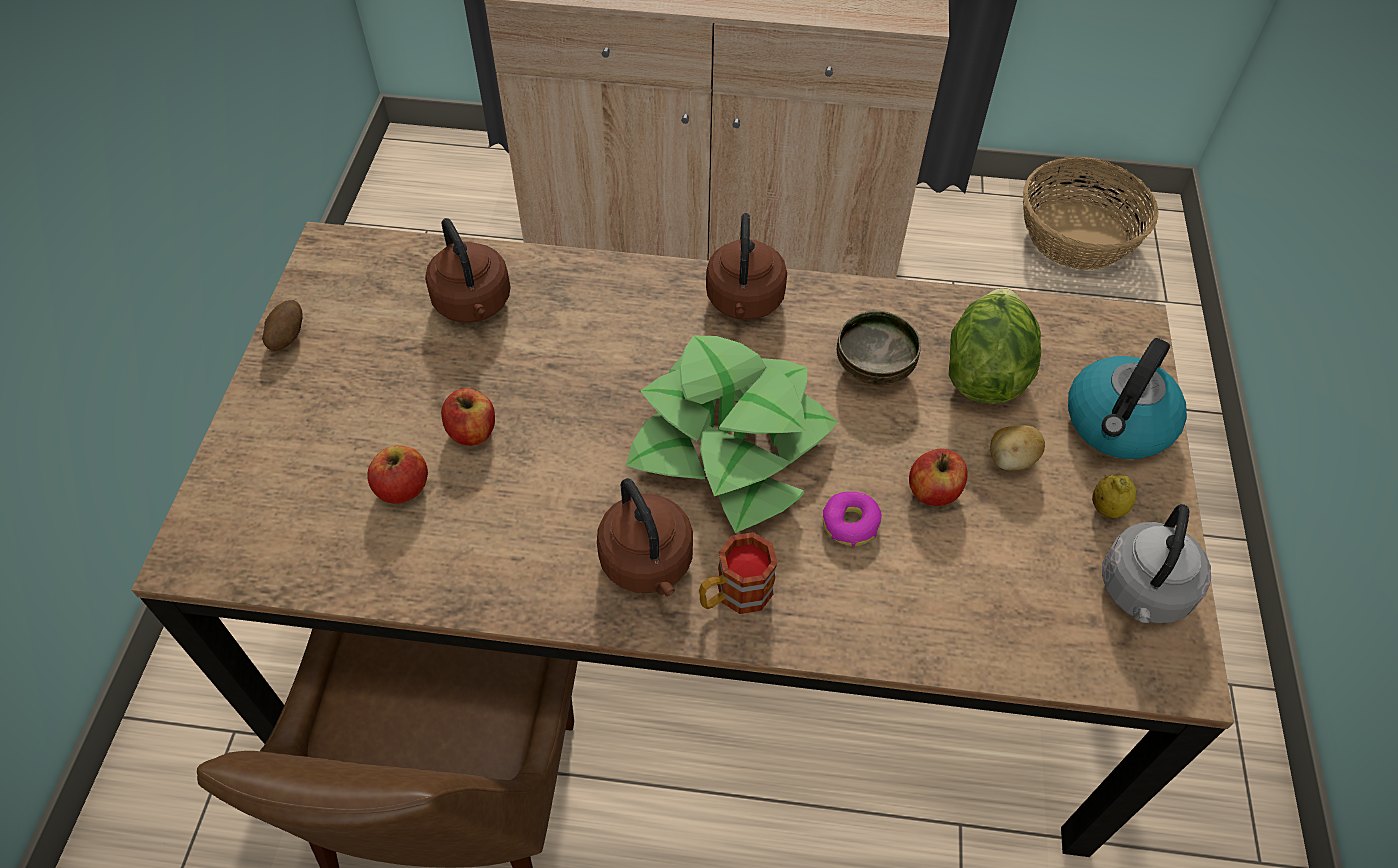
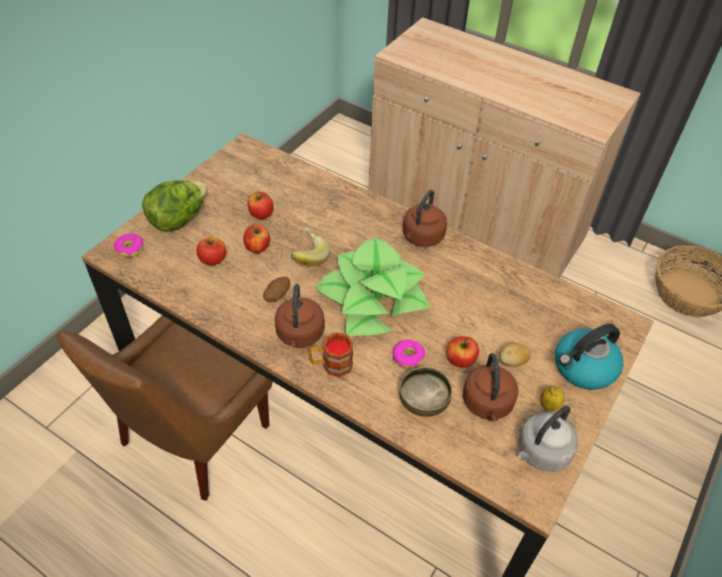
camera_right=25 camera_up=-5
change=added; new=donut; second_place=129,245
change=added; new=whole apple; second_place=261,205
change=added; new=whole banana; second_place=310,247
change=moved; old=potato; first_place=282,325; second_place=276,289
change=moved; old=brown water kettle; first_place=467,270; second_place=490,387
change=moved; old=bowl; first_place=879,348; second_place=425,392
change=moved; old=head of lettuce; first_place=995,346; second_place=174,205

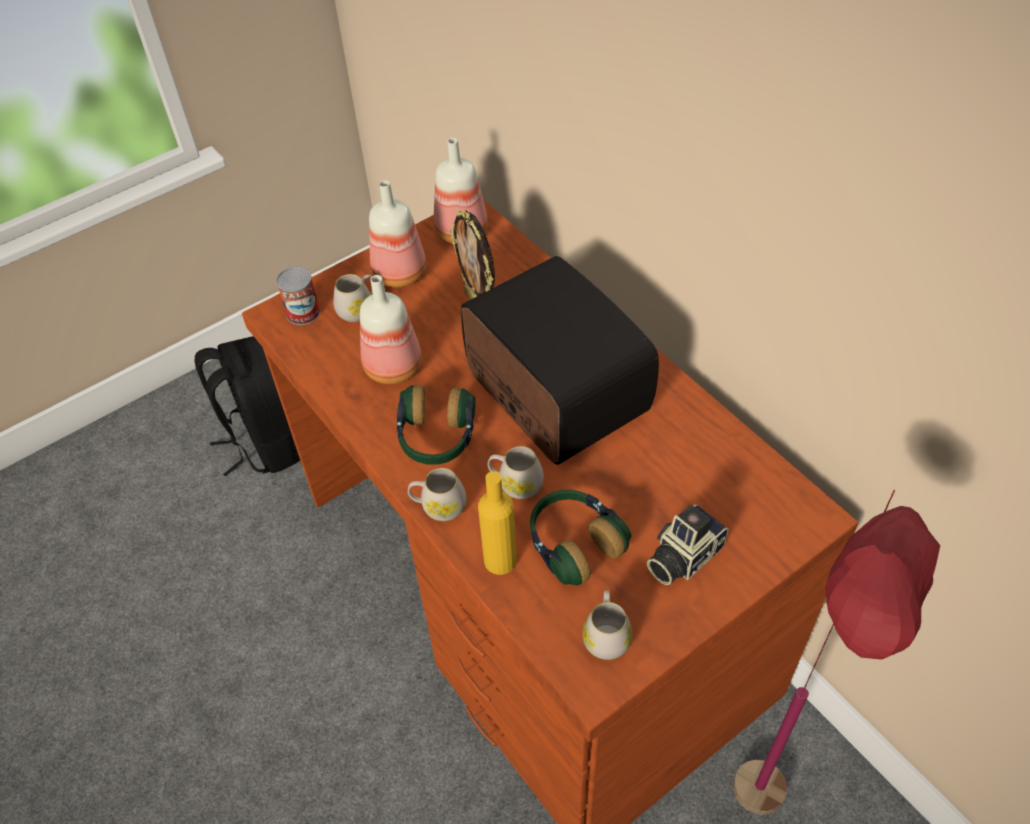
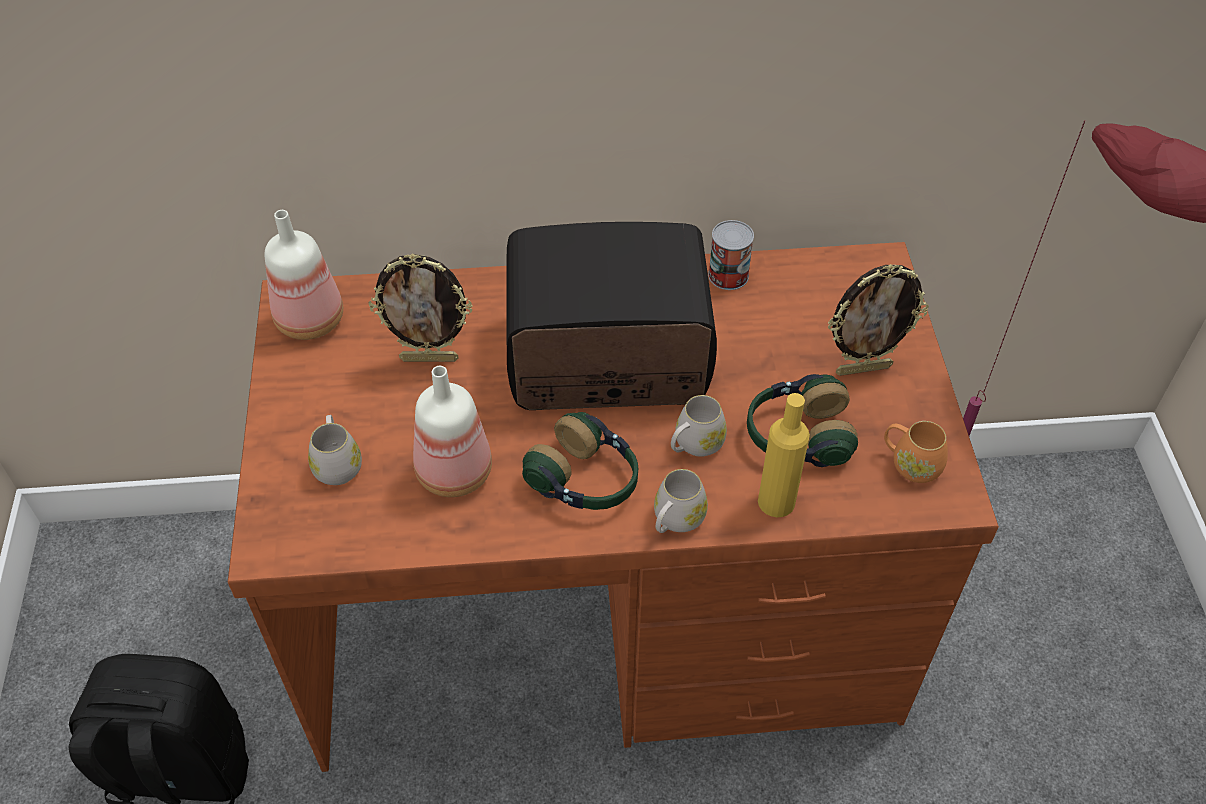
camera_right=-60 camera_up=0
change=removed; old=bottle; first_place=397,233
change=moved; old=metal can; first_place=298,296; second_place=731,255
change=replaced; old=still camera; new=photo frame; first_place=687,544; second_place=878,320
change=recoloured; old=whitish coffee mug; new=orangey coffee mug; first_place=607,625; second_place=916,452

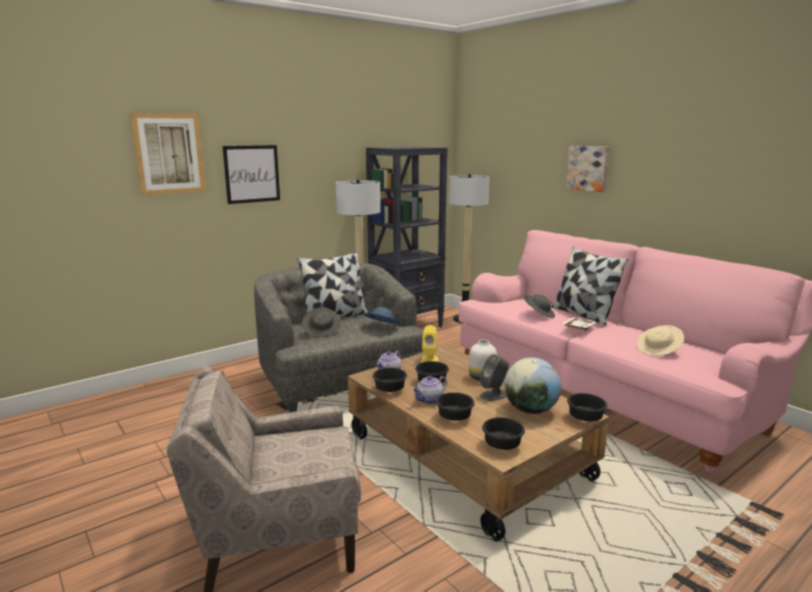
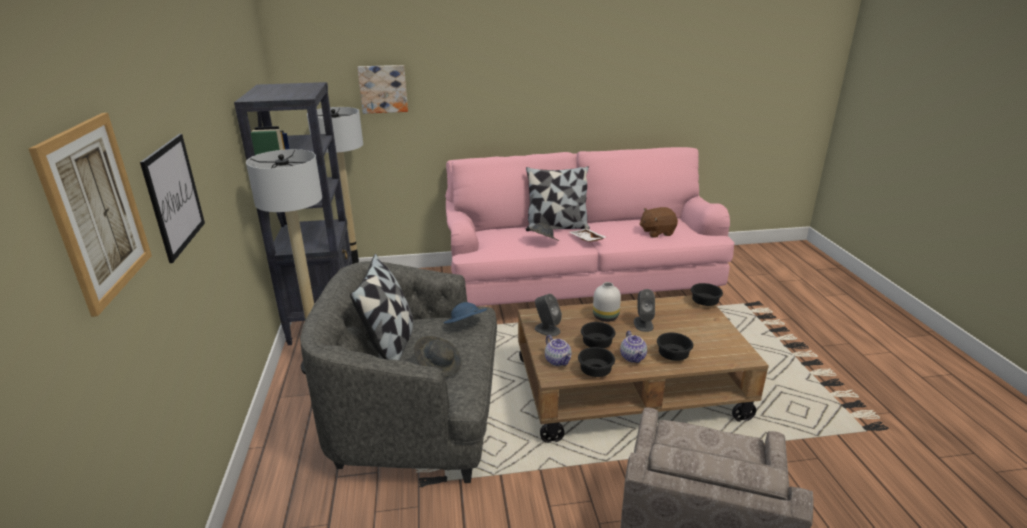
camera_right=-60 camera_up=10
change=removed; old=blackish bowl; first_place=503,433
change=removed; old=globe; first_place=532,385
change=moved; old=wall art; first_place=587,169; second_place=382,89
change=replaced; old=beige hat; new=brown cuddly toy; first_place=660,340; second_place=659,222
change=recoloured; old=yellowish audio speaker; new=grey audio speaker; first_place=430,344; second_place=548,315

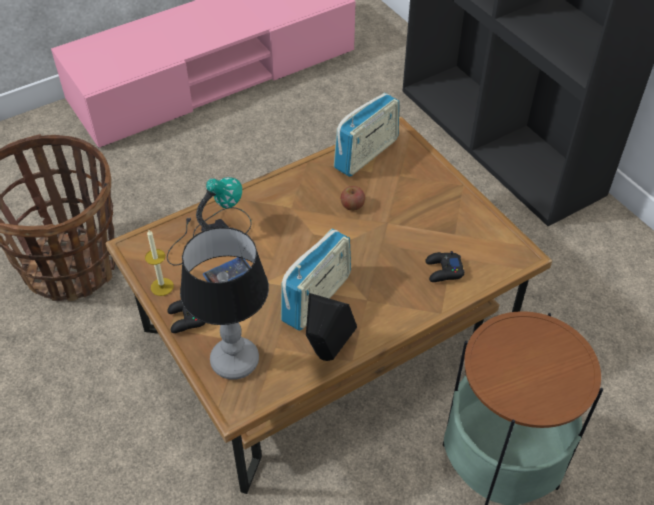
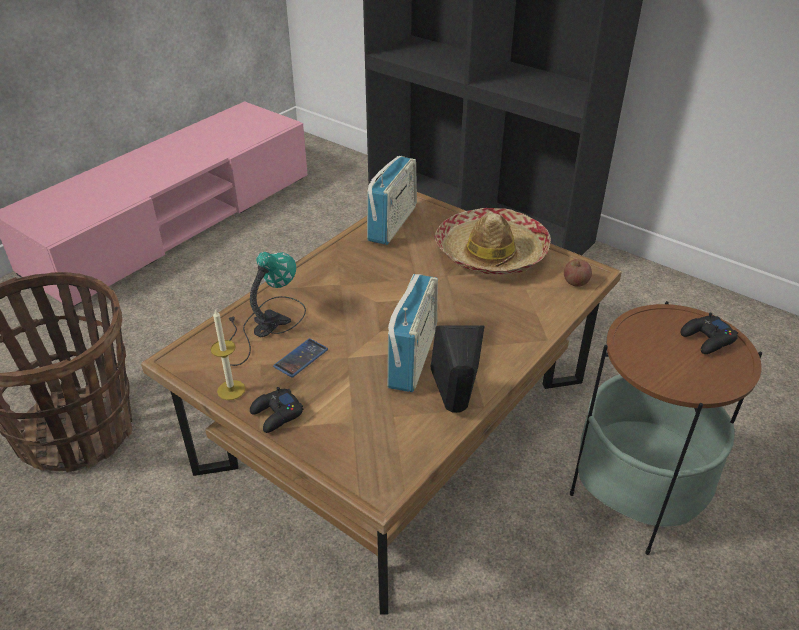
camera_right=-20 camera_up=-10
change=removed; old=table lamp; first_place=224,303
change=added; new=hat; second_place=493,241
change=moved; old=whole apple; first_place=353,198; second_place=578,273
change=moved; old=blackish gamepad; first_place=445,266; second_place=709,333

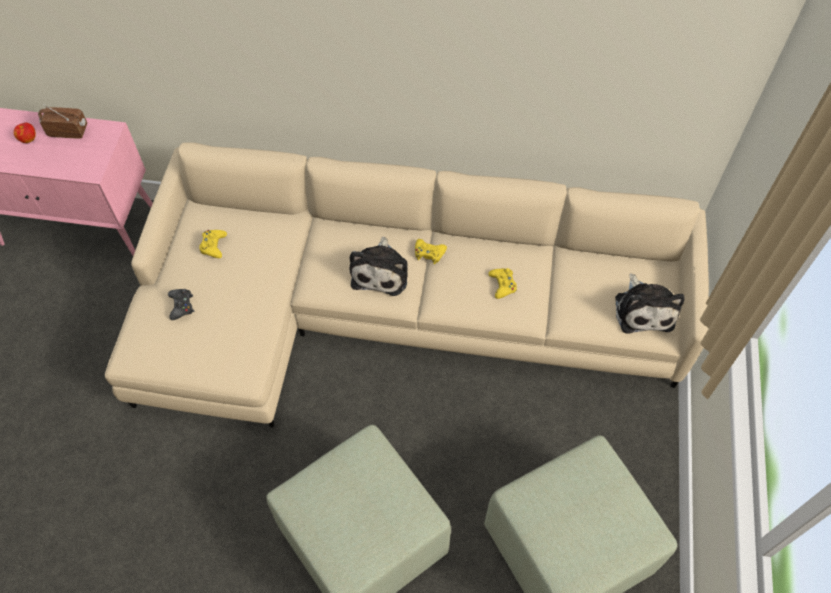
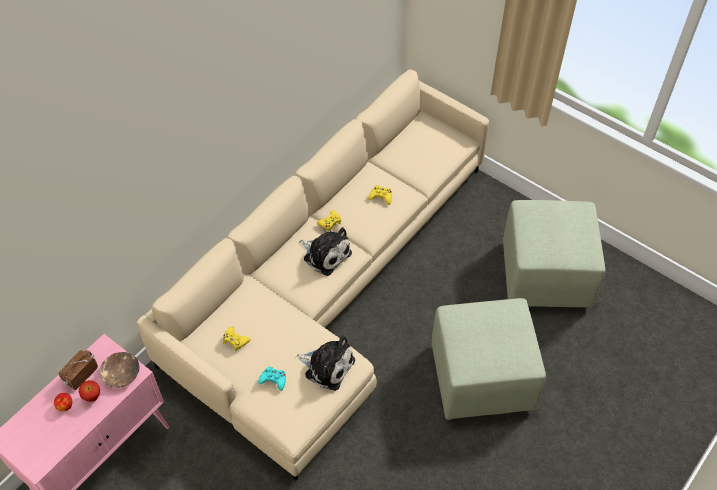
camera_right=-60 camera_up=-5
change=added; new=whole apple; second_place=89,391
change=added; new=brown bowl; second_place=119,370
change=moved; old=cuddly toy; first_place=649,303; second_place=326,363
change=recoloured; old=blackish gamepad; new=blue-green gamepad; first_place=181,304; second_place=272,379

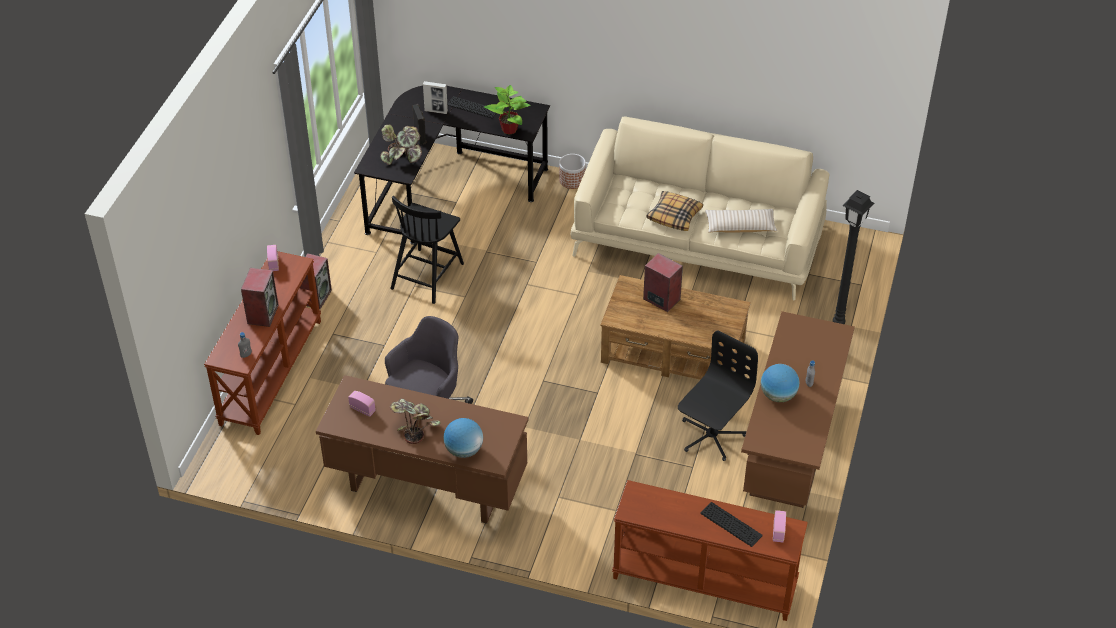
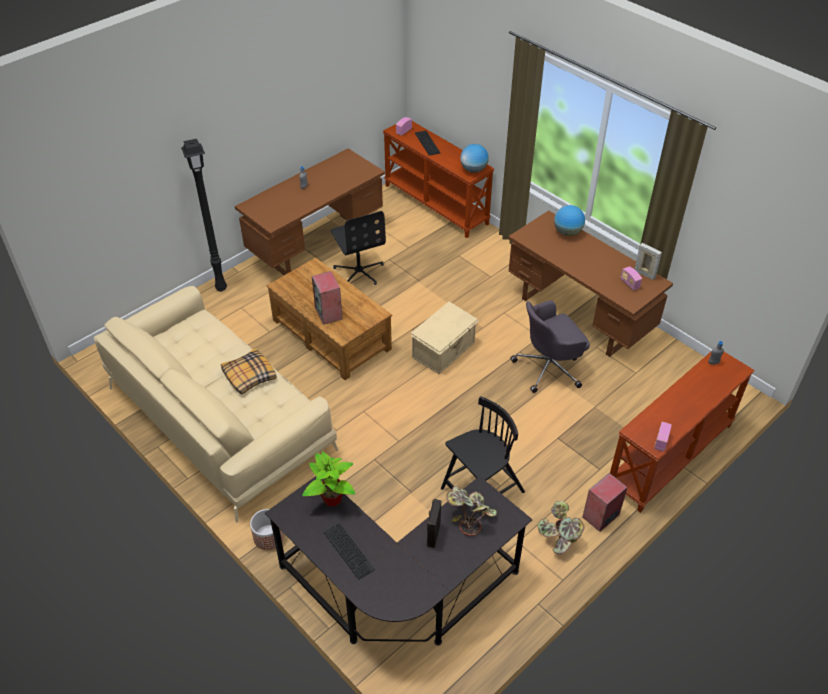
camera_right=-150 camera_up=0
change=removed; old=audio speaker; first_place=260,297
change=removed; old=beige pillow; first_place=741,221
change=added; new=beige storage bin; second_place=445,338
change=moved; old=potted plant; first_place=415,421; second_place=561,527
change=moved; old=photo frame; first_place=435,97; second_place=648,261
change=moved; old=globe; first_place=780,383; second_place=474,158
change=turned; old=blackish office chair; first_place=718,395; second_place=358,248; degrees=-90

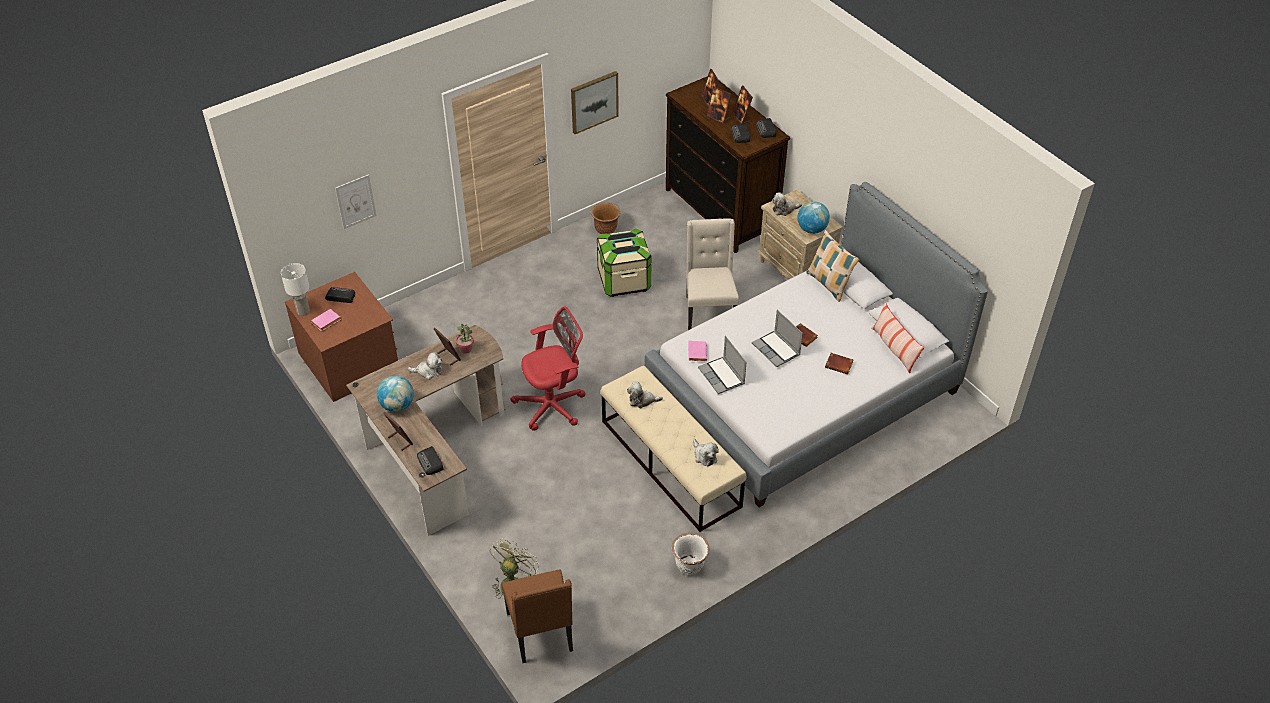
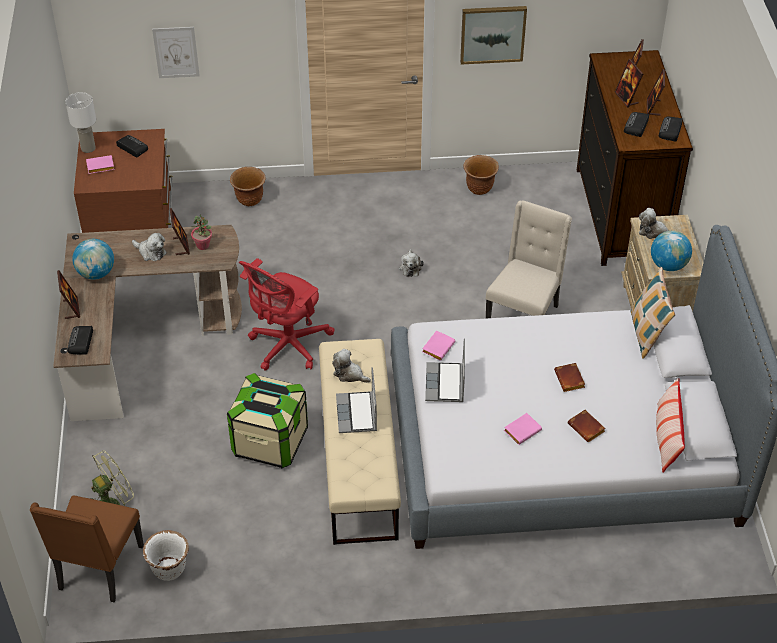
camera_right=30 camera_up=0
change=added; new=brown plant pot; second_place=247,186
change=added; new=pink-coloured bound book; second_place=523,429
change=moved; old=storage bin; first_place=624,262; second_place=267,420
change=moved; old=whitish plant pot; first_place=691,554; second_place=166,555
change=moved; old=cuddly toy; first_place=706,453; second_place=411,263
change=moved; old=notebook computer; first_place=777,338; second_place=356,400
change=turned; old=red-coloured office chair; first_place=548,368; second_place=286,314; degrees=120

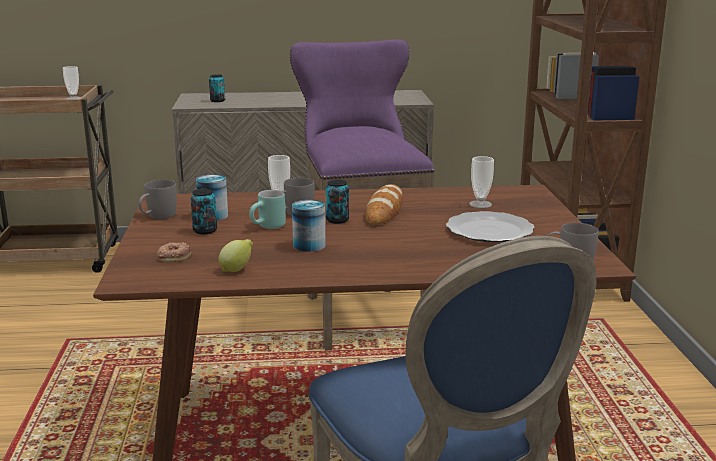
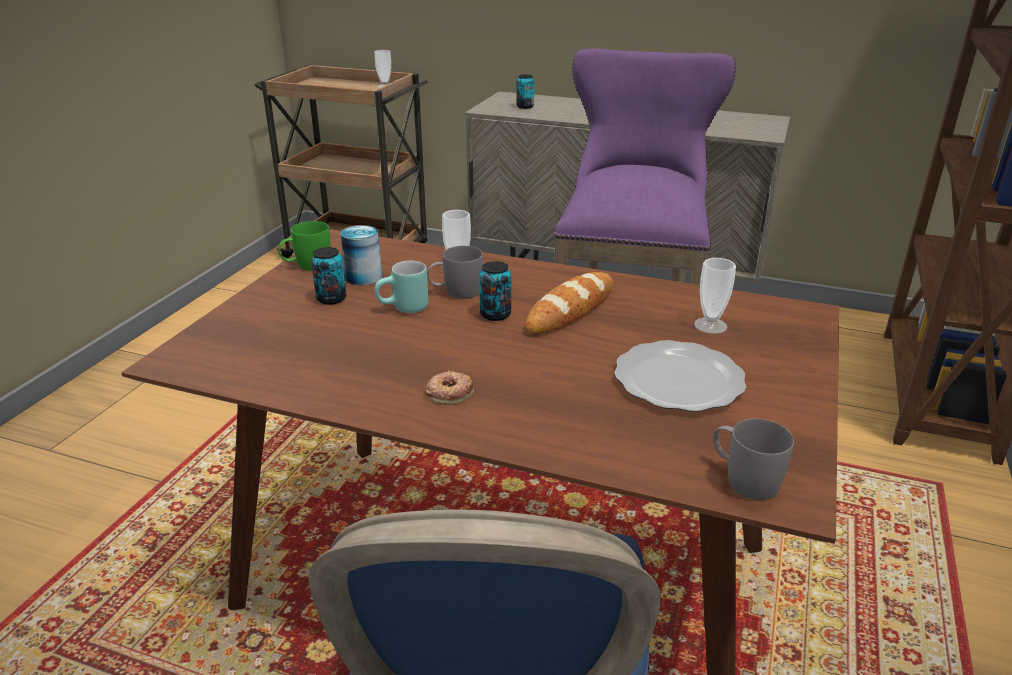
camera_right=25 camera_up=10
change=removed; old=citrus fruit; first_place=236,255
change=removed; old=metal can; first_place=309,226
change=moved; old=donut; first_place=173,252; second_place=449,388
change=recoloured; old=grey coffee mug; new=greenish coffee mug; first_place=157,199; second_place=304,246

